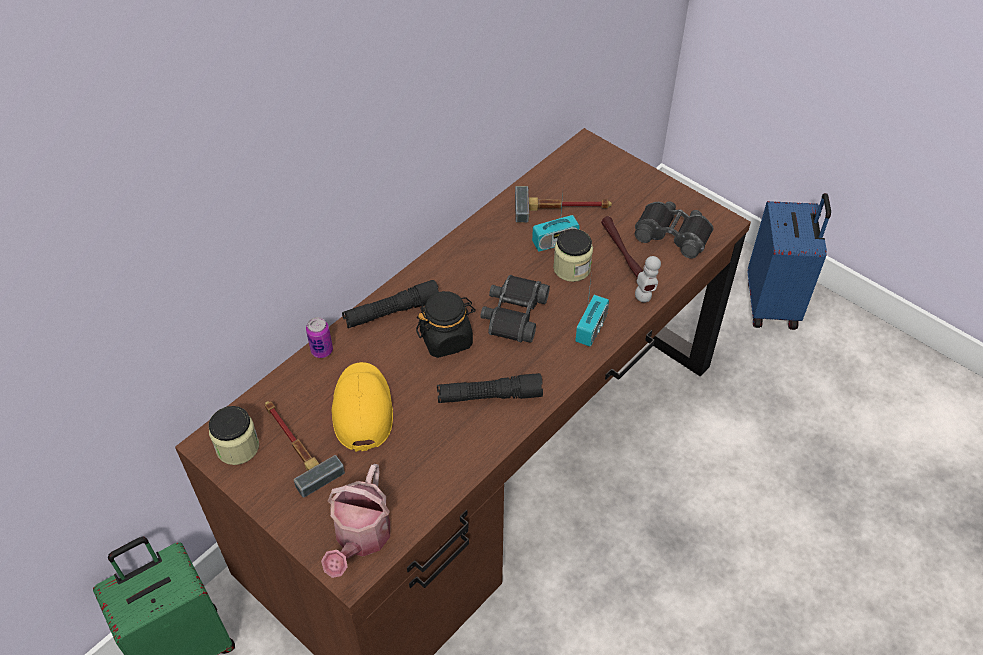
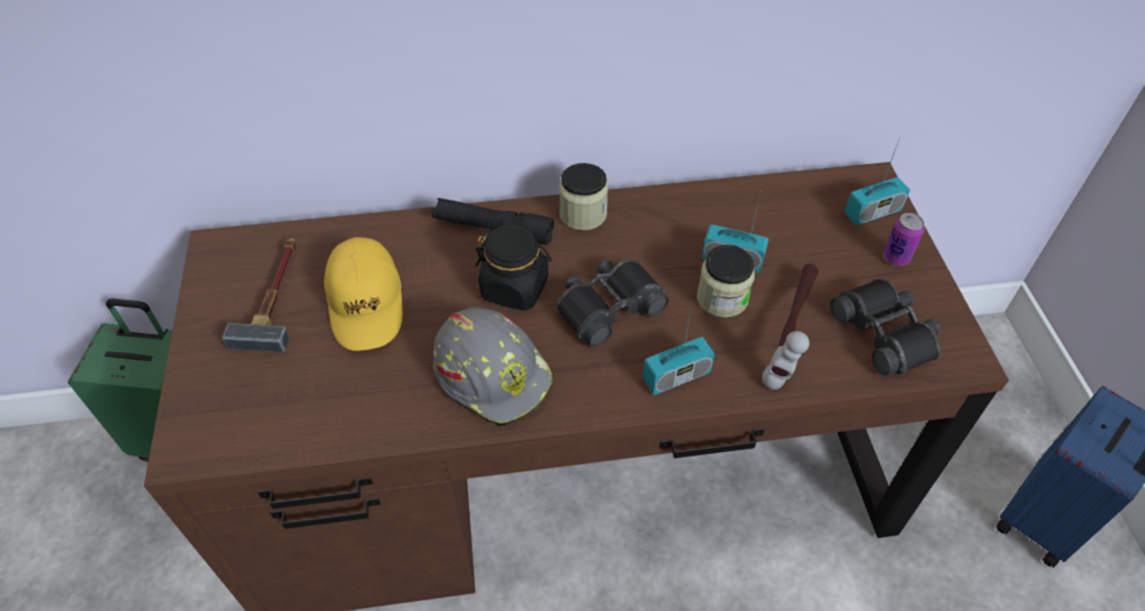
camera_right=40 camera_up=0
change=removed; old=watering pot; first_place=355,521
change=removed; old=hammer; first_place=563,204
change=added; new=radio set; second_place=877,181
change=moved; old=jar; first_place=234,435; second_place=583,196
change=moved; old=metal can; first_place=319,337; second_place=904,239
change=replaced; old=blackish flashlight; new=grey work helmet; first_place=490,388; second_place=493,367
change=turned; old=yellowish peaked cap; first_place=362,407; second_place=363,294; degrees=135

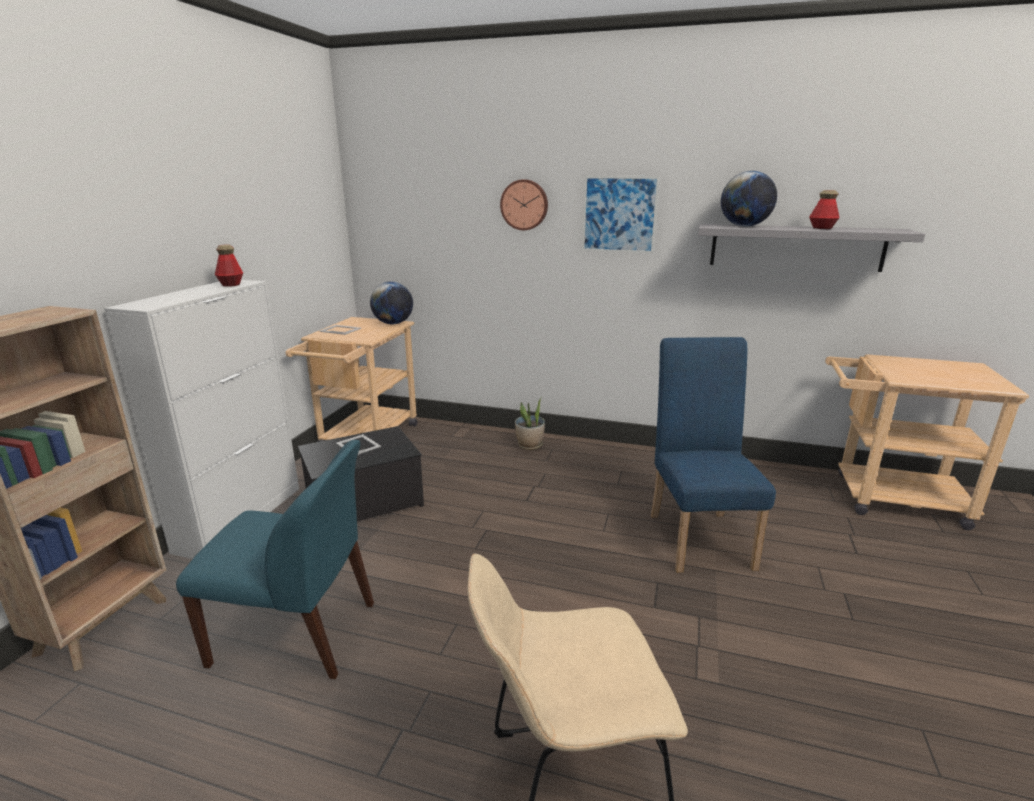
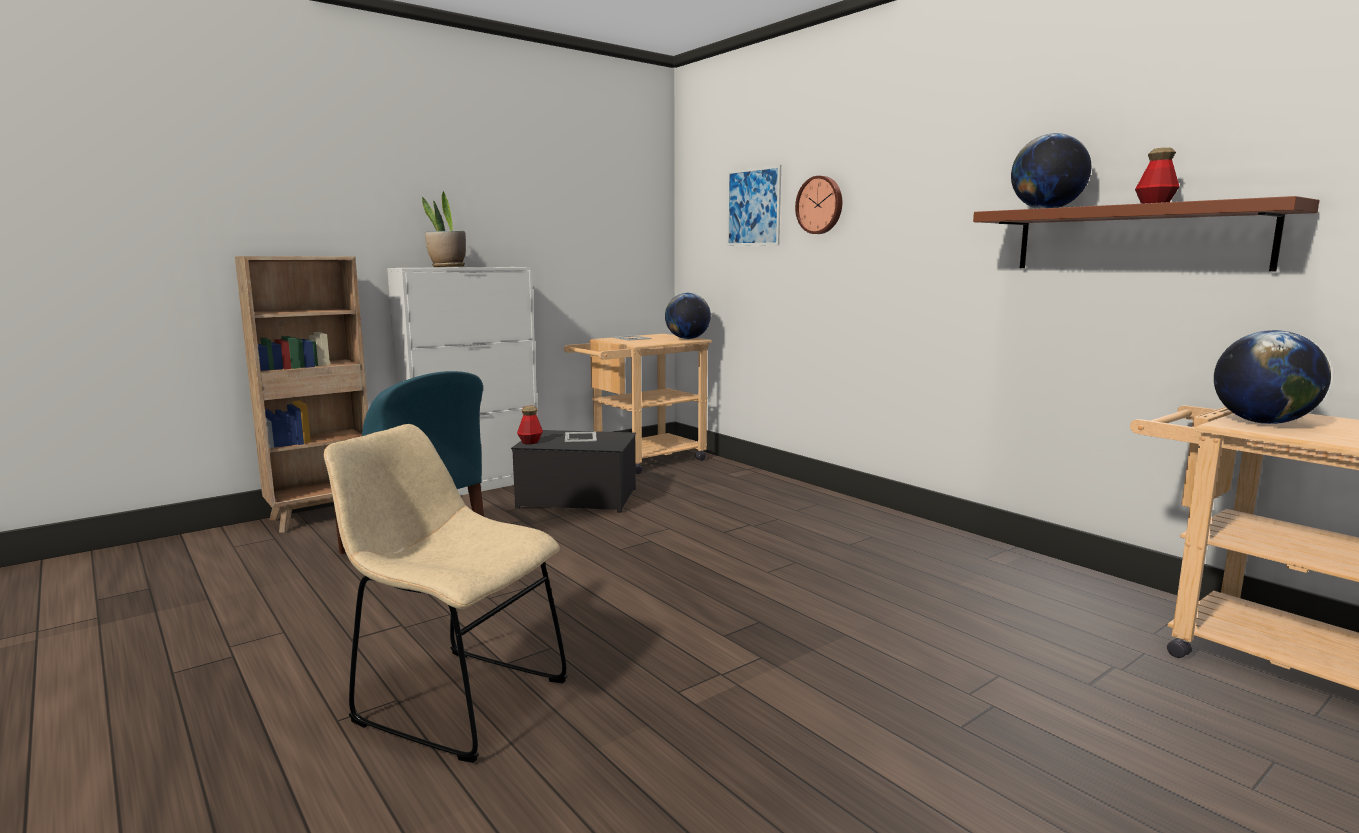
camera_right=35 camera_up=-10
change=removed; old=blue upright chair; first_place=713,454
change=added; new=globe; second_place=1272,377
change=moved; old=bottle; first_place=229,266; second_place=530,425
change=moved; old=potted plant; first_place=530,423; second_place=444,229
change=moved; old=wall art; first_place=621,215; second_place=754,205
change=recoloured; old=grey shelf; new=brown shelf; first_place=811,248; second_place=1146,233

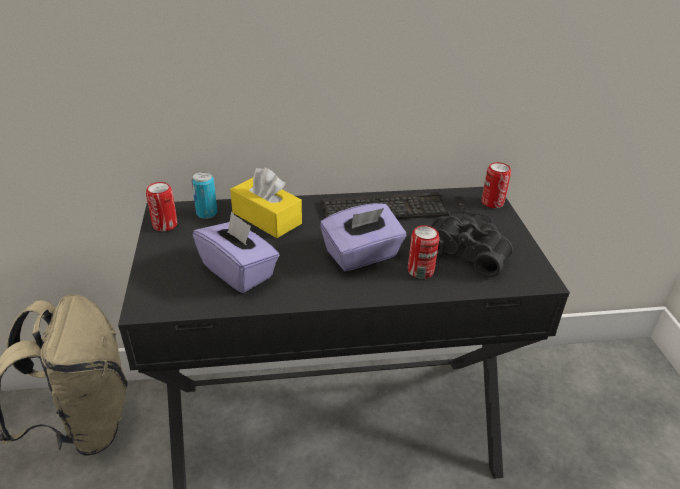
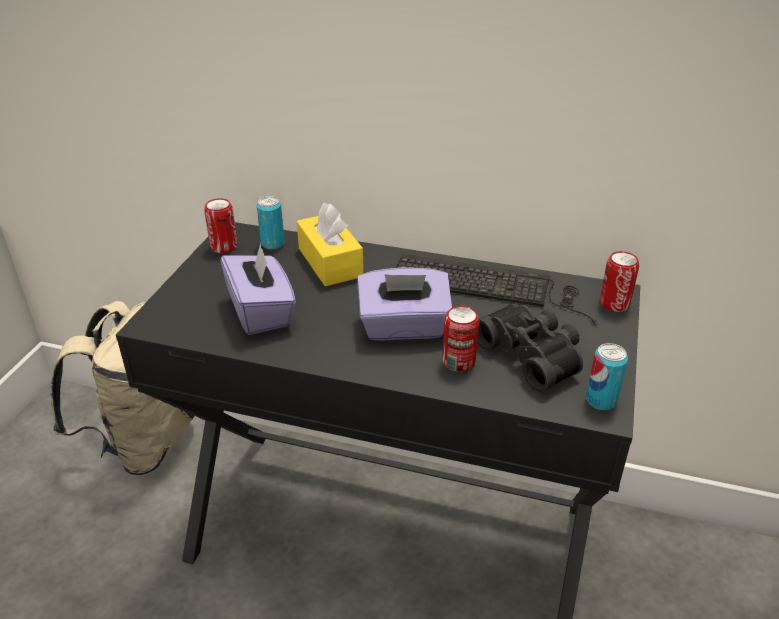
camera_right=25 camera_up=0
change=added; new=metal can; second_place=607,376

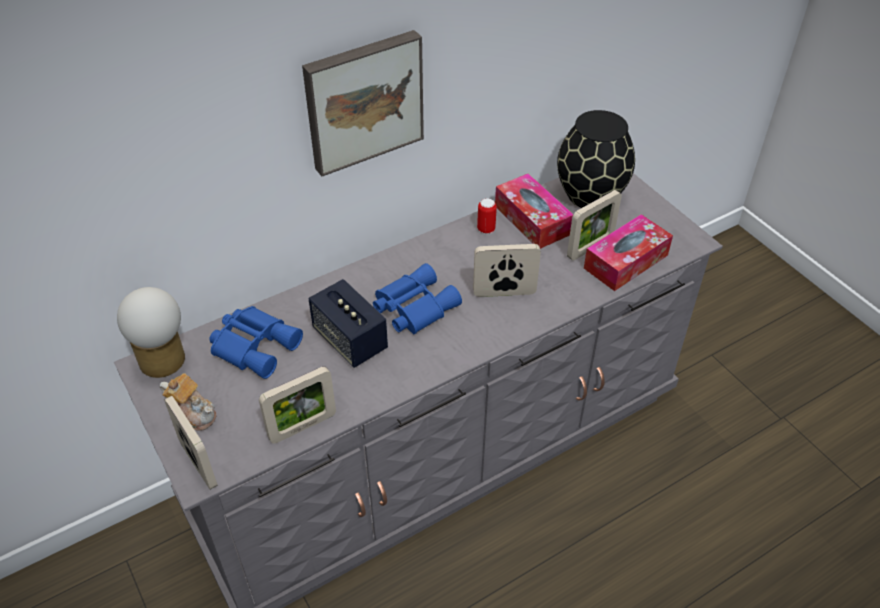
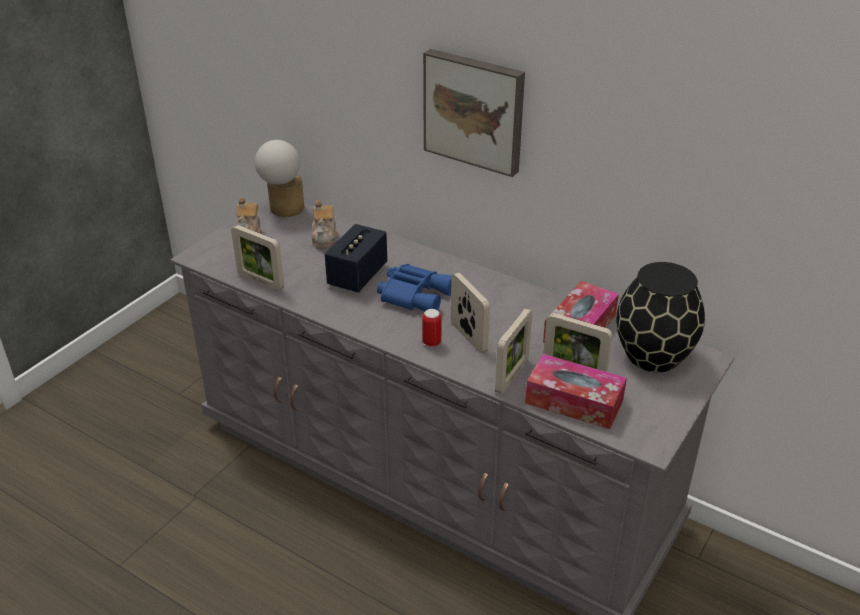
camera_right=65 camera_up=-10
change=moved; old=photo frame; first_place=190,442; second_place=513,351
change=moved; old=metal can; first_place=487,216; second_place=432,328
change=replaced; old=blue pair of binoculars; new=tea pot; first_place=256,342; second_place=325,224

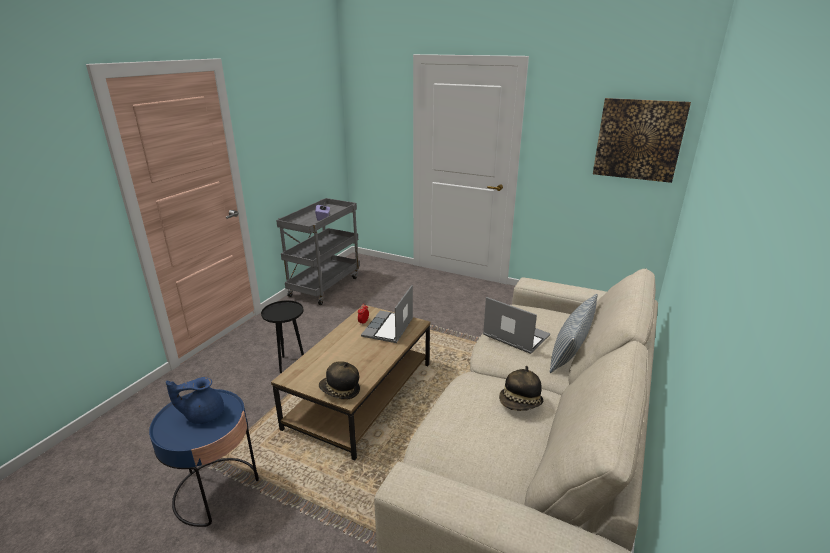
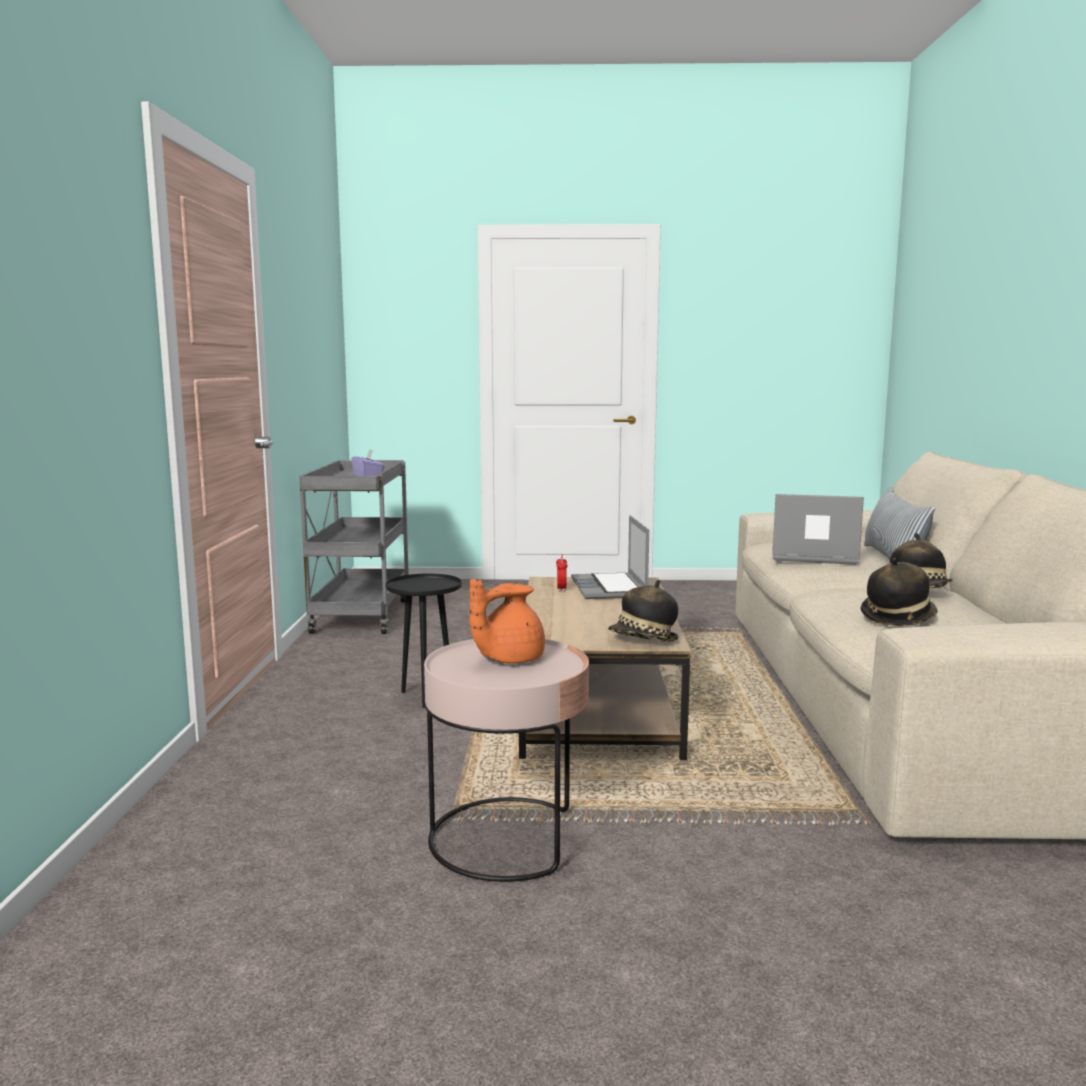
camera_right=-25 camera_up=-15
change=removed; old=wall art; first_place=642,140
change=added; new=hat; second_place=899,592
change=recoloured; old=blue accent table; new=pink-coloured accent table; first_place=204,458; second_place=506,760
change=recoloured; old=blue tea pot; new=orangey tea pot; first_place=195,400; second_place=507,621

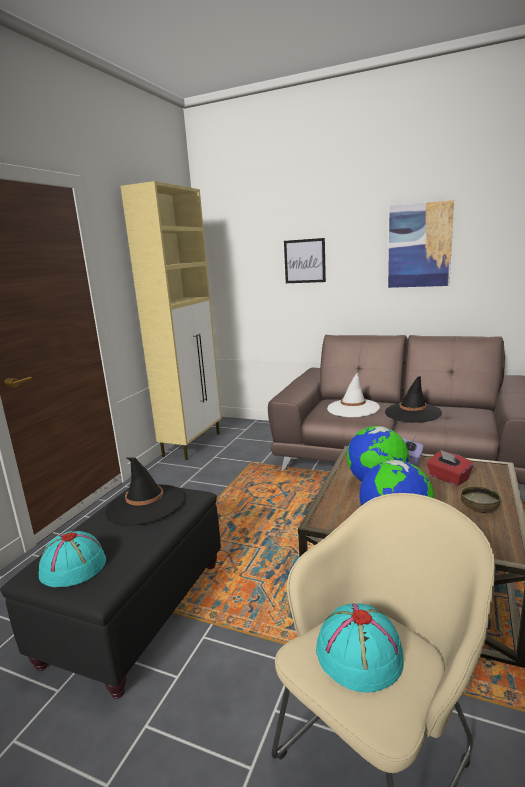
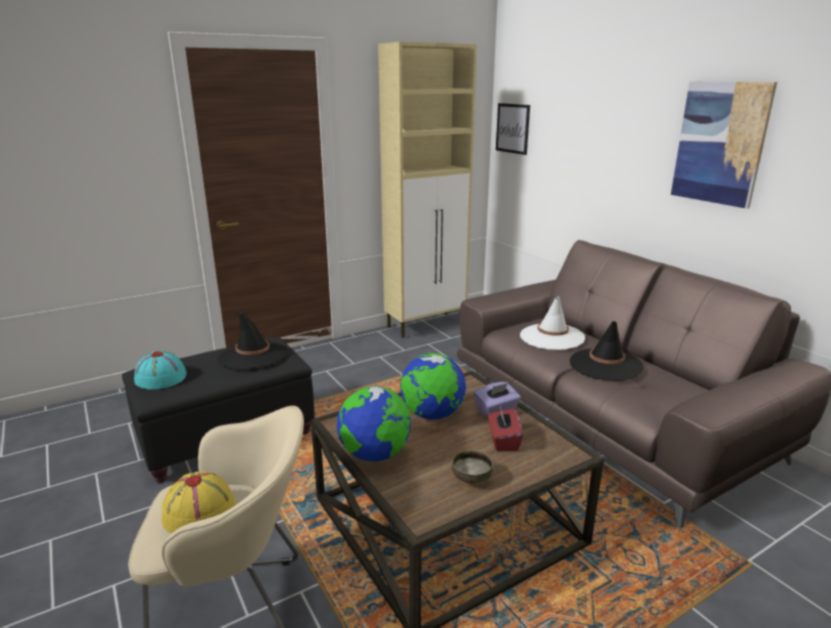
camera_right=35 camera_up=5
change=moved; old=wall art; first_place=305,260; second_place=513,129
change=recoloured; old=blue-green hat; new=yellowish hat; first_place=360,647; second_place=199,502

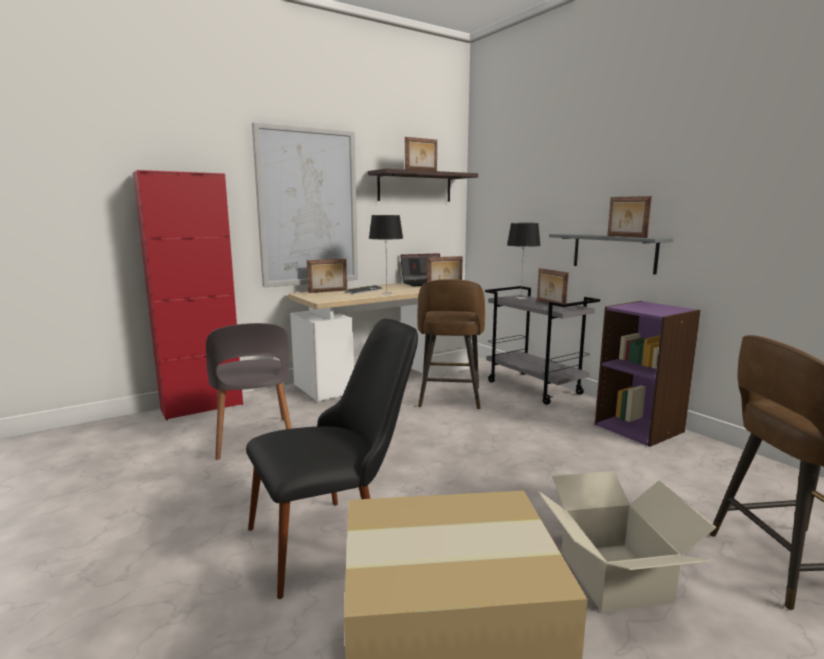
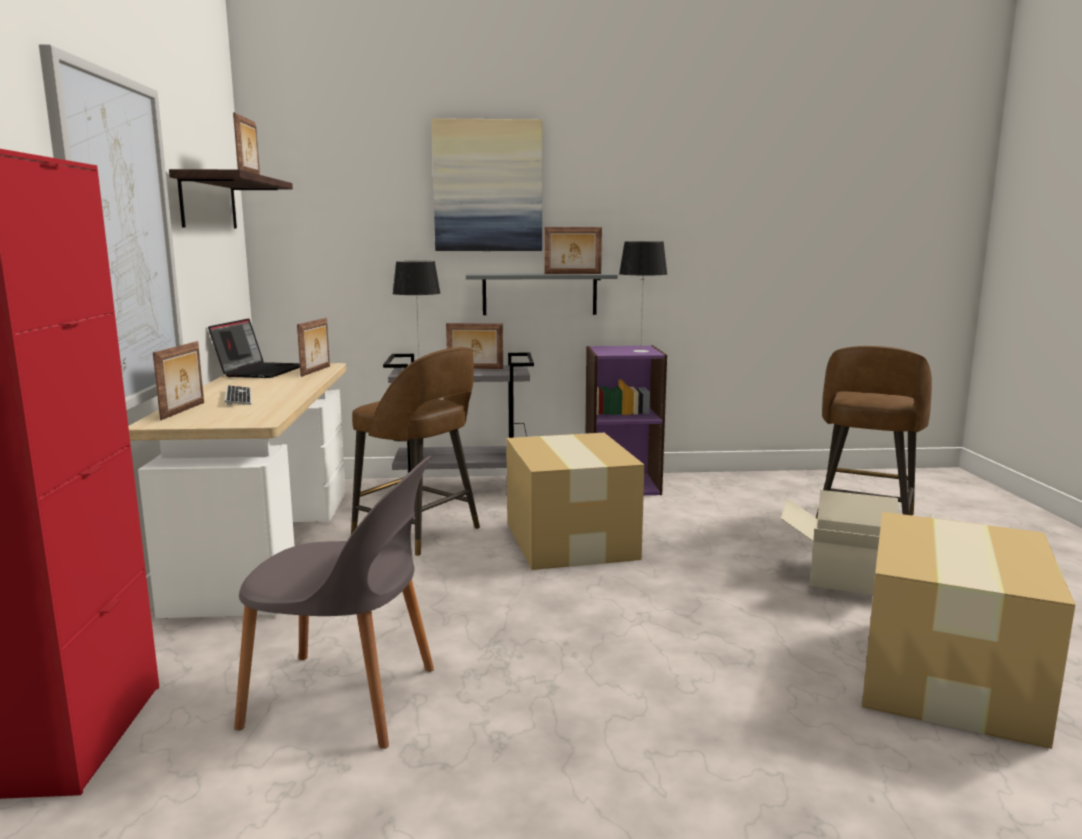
camera_right=-60 camera_up=0
change=removed; old=blackish upright chair; first_place=332,459
change=added; new=wall art; second_place=486,184
change=added; new=carton; second_place=575,501
change=moved; old=table lamp; first_place=386,255; second_place=643,297

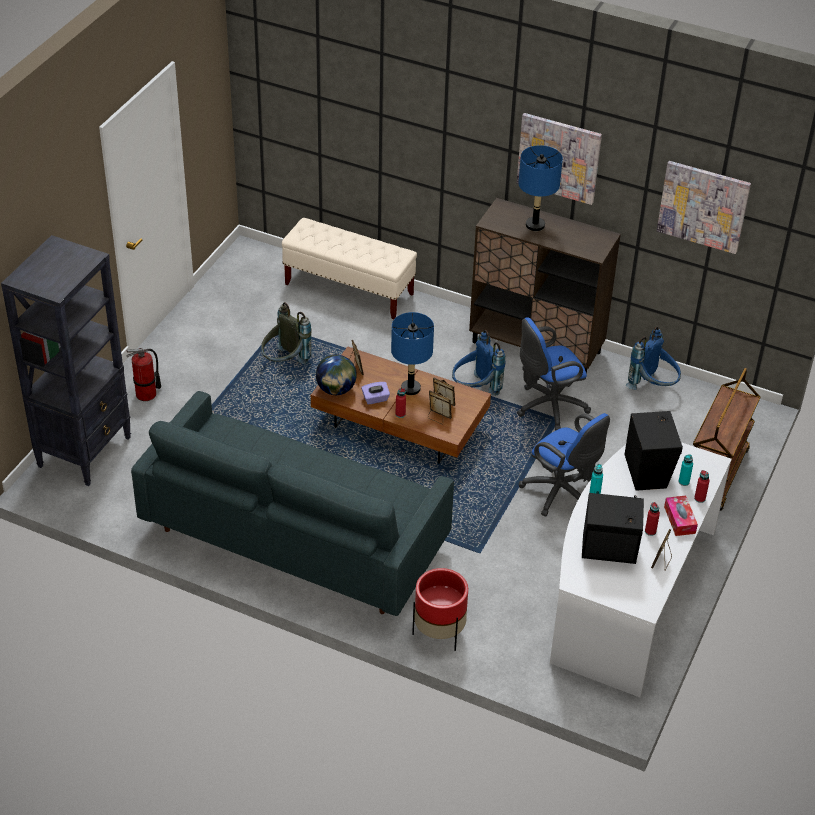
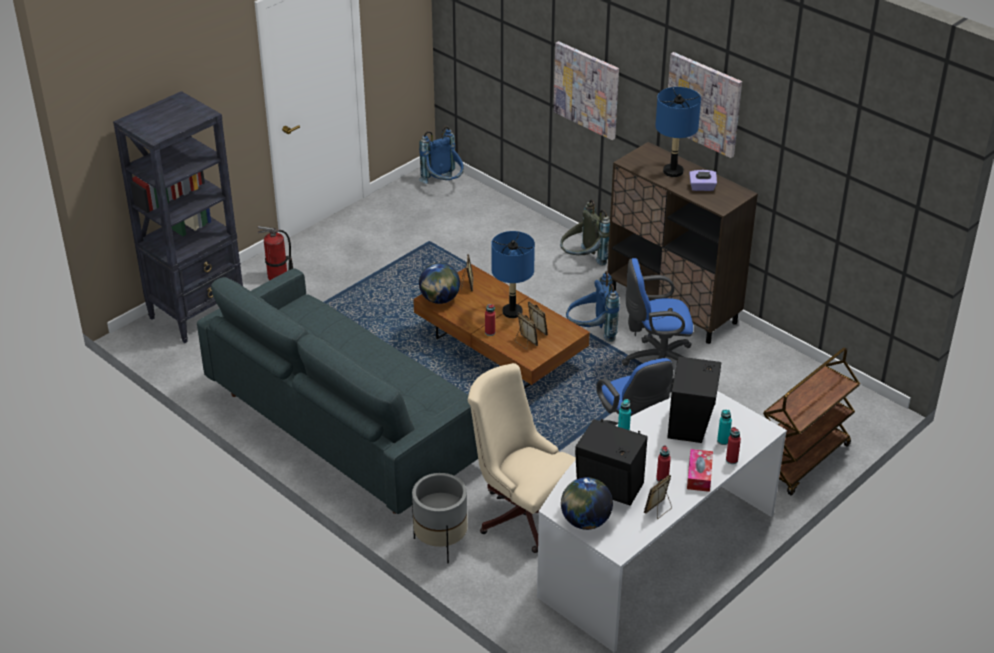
camera_right=20 camera_up=-5
change=removed; old=beige long seat; first_place=349,268
change=added; new=beige office chair; second_place=521,458
change=added; new=globe; second_place=587,503
change=moved; old=grey backpack; first_place=286,333; second_place=585,233
change=moved; old=purple-coloured box of tissues; first_place=375,393; second_place=703,180
change=moved; old=blue backpack; first_place=653,358; second_place=441,155
change=moved; old=wall art; first_place=704,207; second_place=586,90
change=recoloured; old=red-coloured plant pot; new=grey plant pot; first_place=440,609; second_place=440,518

